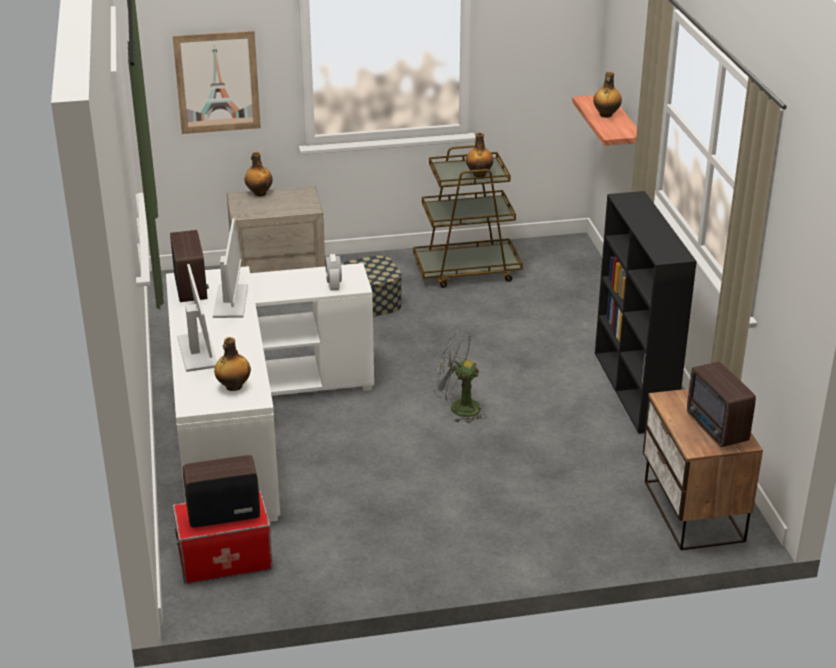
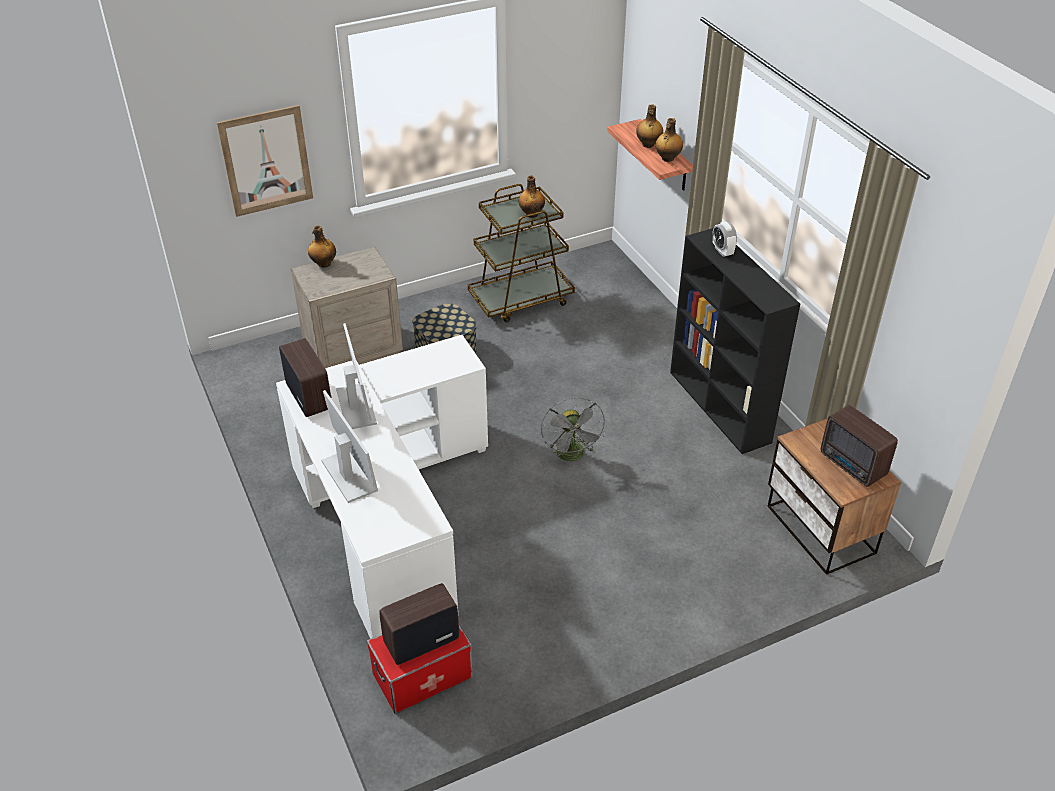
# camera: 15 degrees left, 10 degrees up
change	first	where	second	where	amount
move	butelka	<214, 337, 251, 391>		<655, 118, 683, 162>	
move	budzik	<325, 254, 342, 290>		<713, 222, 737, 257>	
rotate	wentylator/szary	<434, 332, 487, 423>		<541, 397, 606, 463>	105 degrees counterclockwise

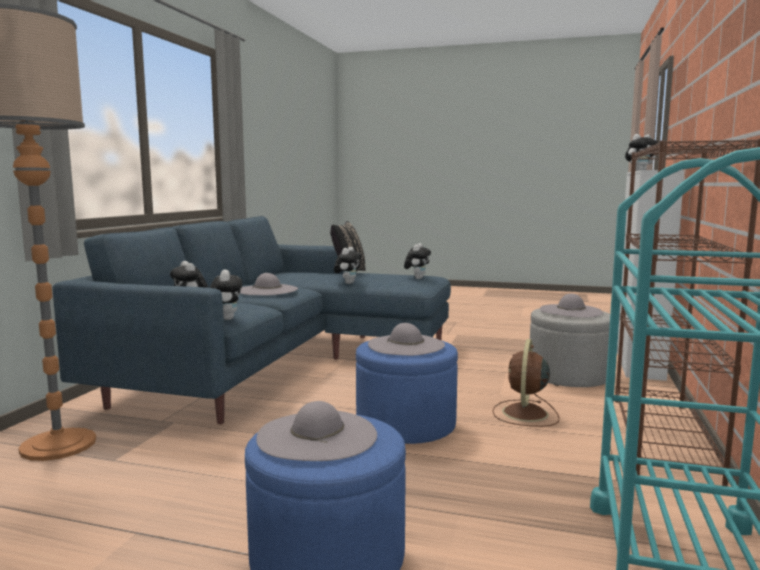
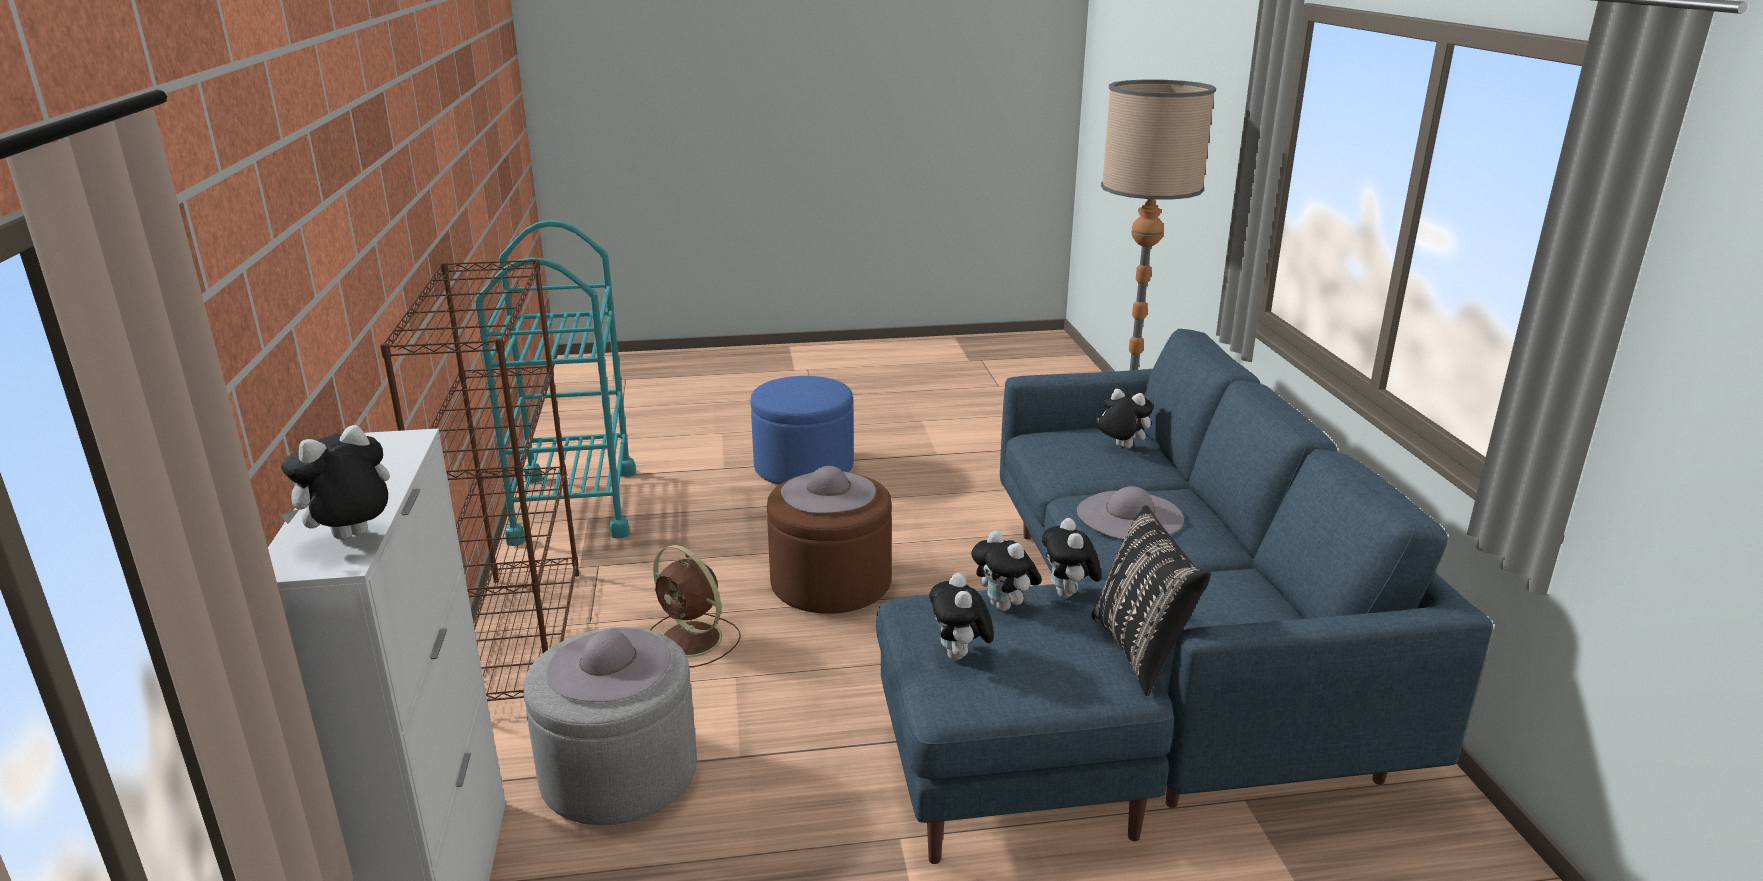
# camera: 155 degrees right, 15 degrees up
change	first	where	second	where	amount
delete	kapelusz/szary	<256, 401, 377, 461>			
move	pluszak	<210, 269, 242, 320>		<971, 530, 1042, 611>	
recolor	pufa/niebieski	<356, 340, 458, 444>	pufa/brązowy	<767, 474, 892, 614>	
rotate	wentylator/brązowy	<493, 339, 559, 427>		<650, 545, 741, 667>	135 degrees clockwise

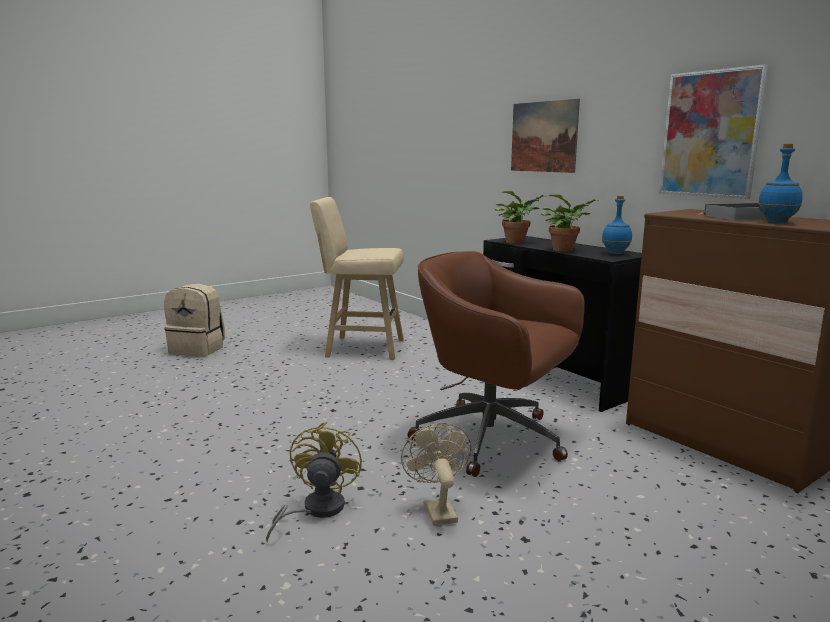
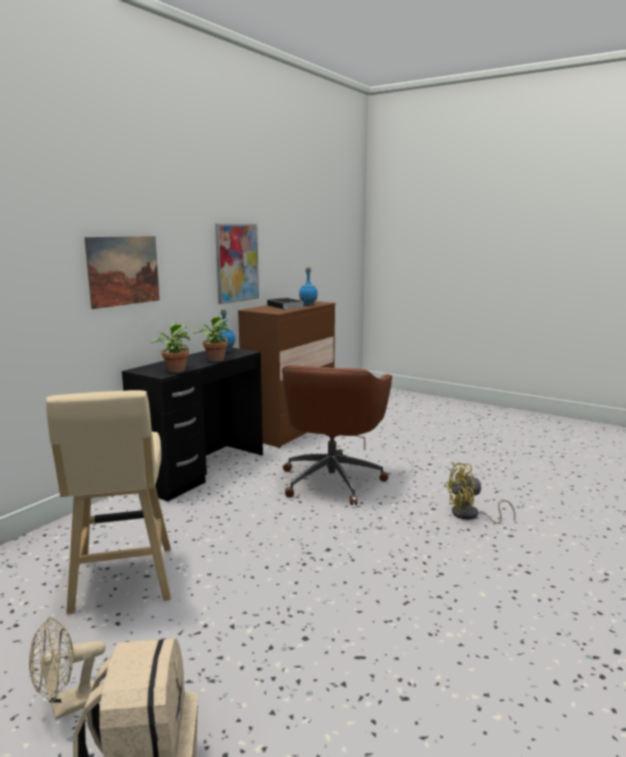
# camera: 110 degrees left, 0 degrees up
change	first	where	second	where	amount
move	wentylator/beżowy	<401, 423, 471, 526>		<29, 617, 106, 720>	

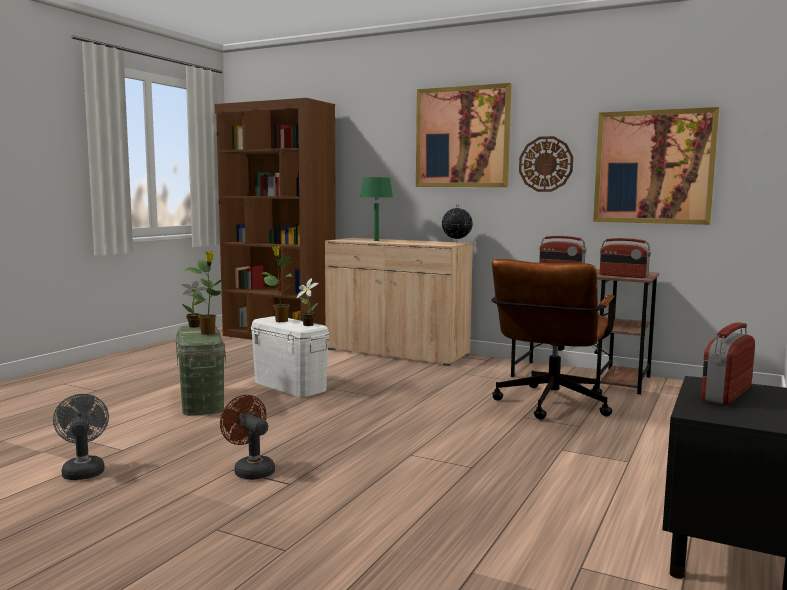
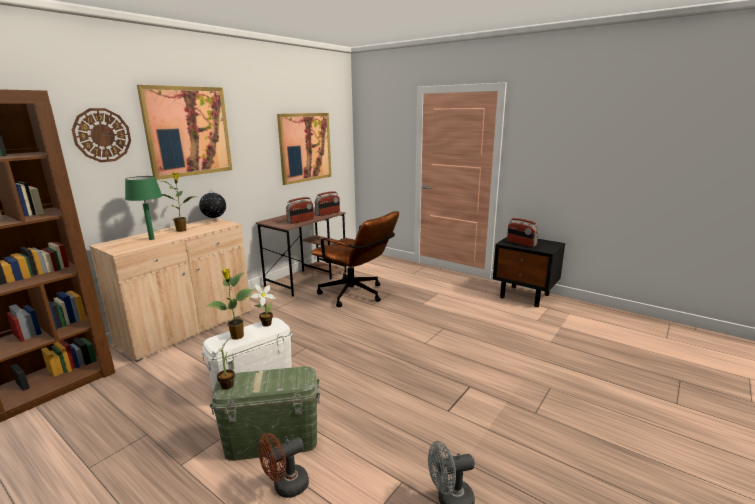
# camera: 80 degrees left, 10 degrees up
change	first	where	second	where	amount
move	roślina doniczkowa	<183, 251, 230, 335>		<162, 173, 194, 232>	
move	wentylator/brązowy	<220, 395, 275, 480>		<258, 433, 309, 498>	
move	zegar ścienny	<519, 136, 573, 192>		<72, 108, 131, 162>	

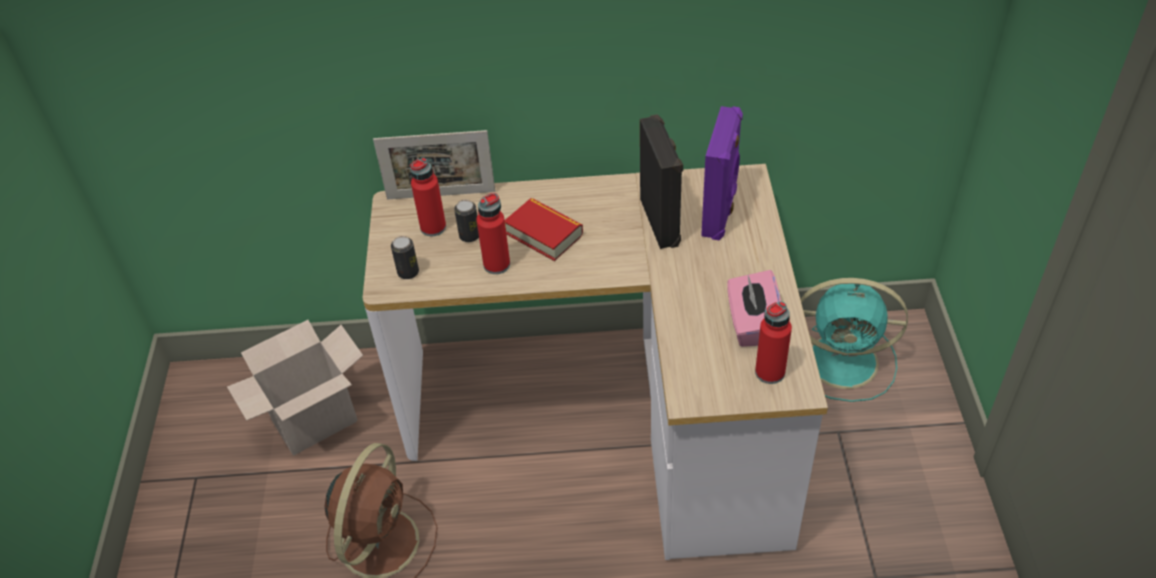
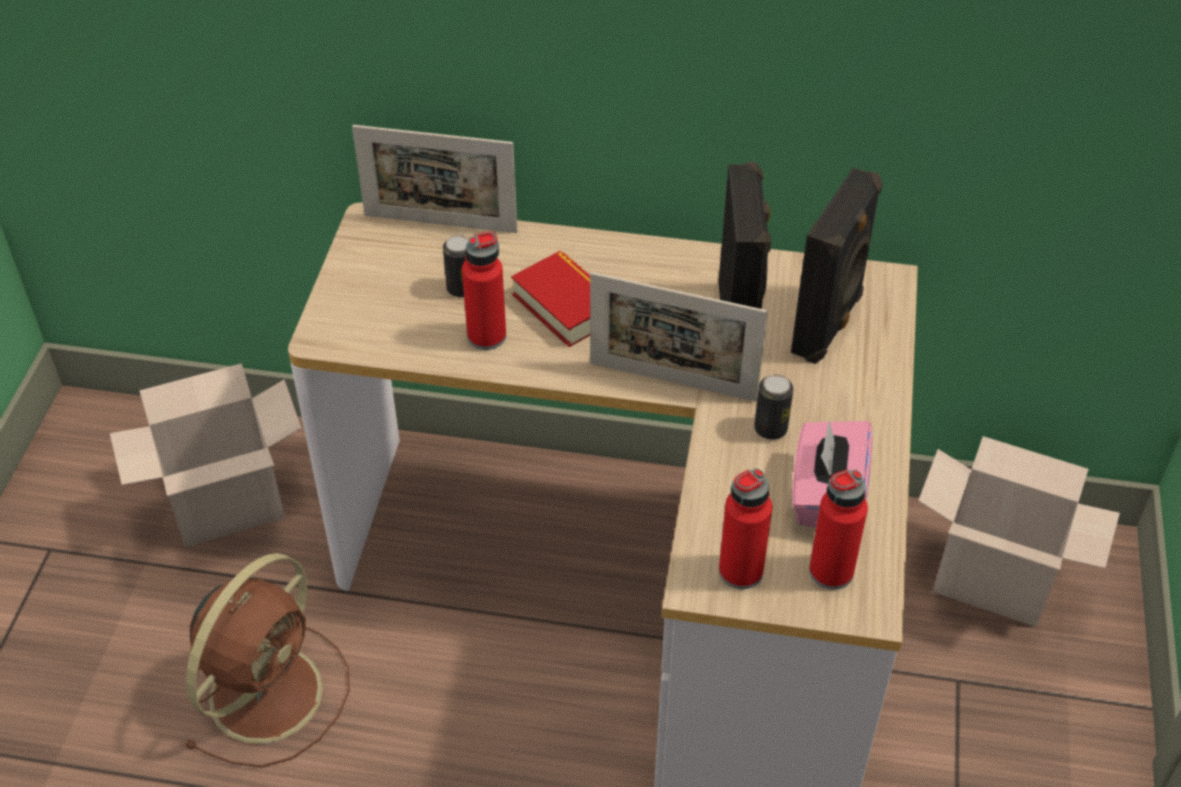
# camera: 10 degrees right, 0 degrees up
change	first	where	second	where	amount
insert			ramka na zdjęcie	<590, 272, 768, 402>	
move	puszka	<391, 236, 419, 279>		<754, 374, 793, 440>	
move	butelka/czerwony	<410, 157, 446, 236>		<719, 468, 772, 589>	
replace	wentylator/turkusowy	<800, 278, 908, 402>	karton	<918, 436, 1120, 627>	
recolor	głośnik/fioletowy	<701, 106, 743, 240>	głośnik/czarny	<791, 168, 882, 364>	

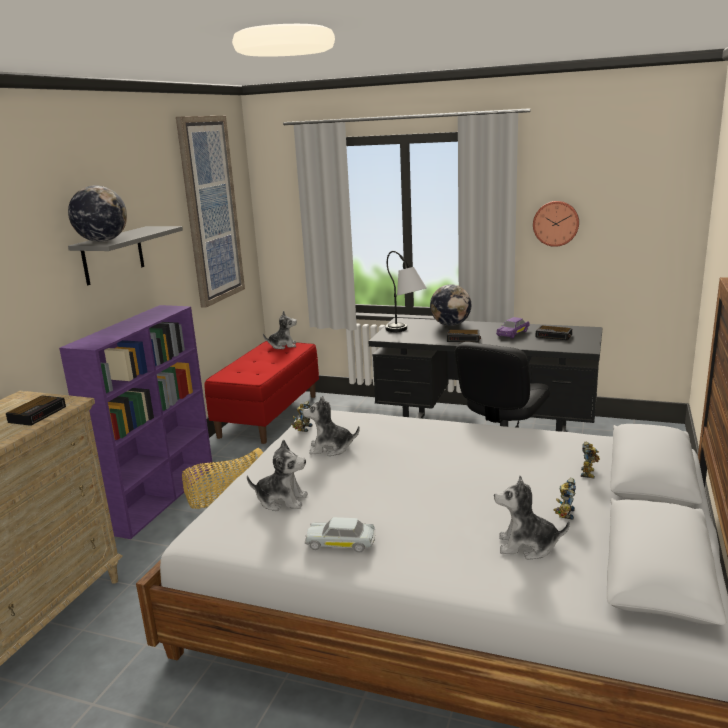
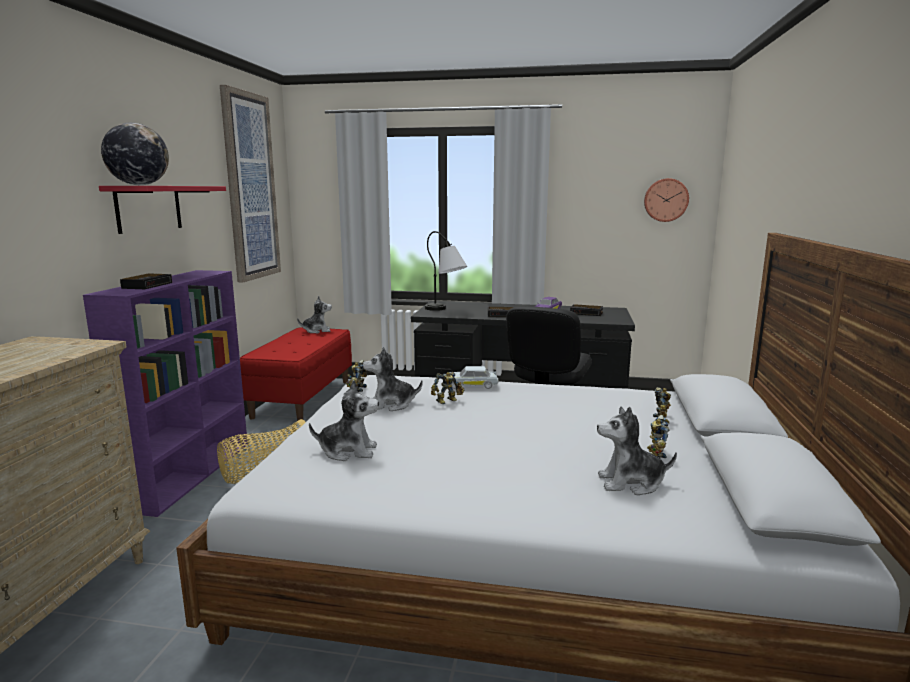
# camera: 10 degrees left, 5 degrees down
change	first	where	second	where	amount
delete	globus	<430, 284, 471, 326>			
insert			robot zabawkowy	<431, 372, 464, 404>	
move	budzik	<6, 395, 66, 426>		<120, 273, 172, 289>	
move	samochodzik/biały	<305, 517, 375, 553>		<449, 366, 498, 389>	
move	zegar ścienny	<533, 201, 579, 247>		<644, 178, 689, 222>	
recolor	półka/szary	<68, 226, 183, 285>	półka/czerwony	<99, 186, 226, 234>	

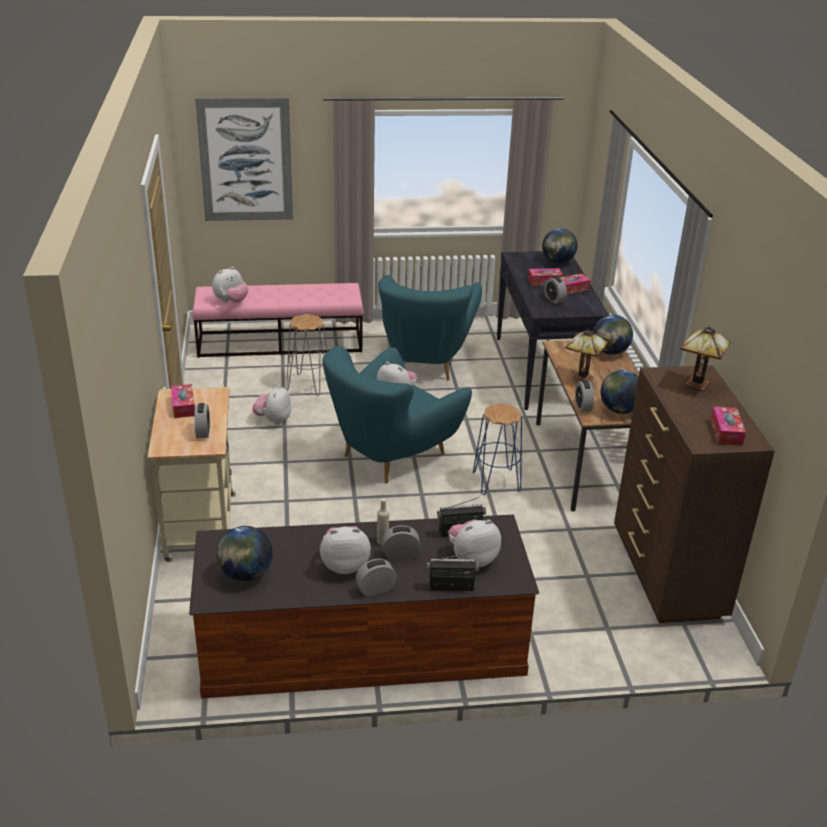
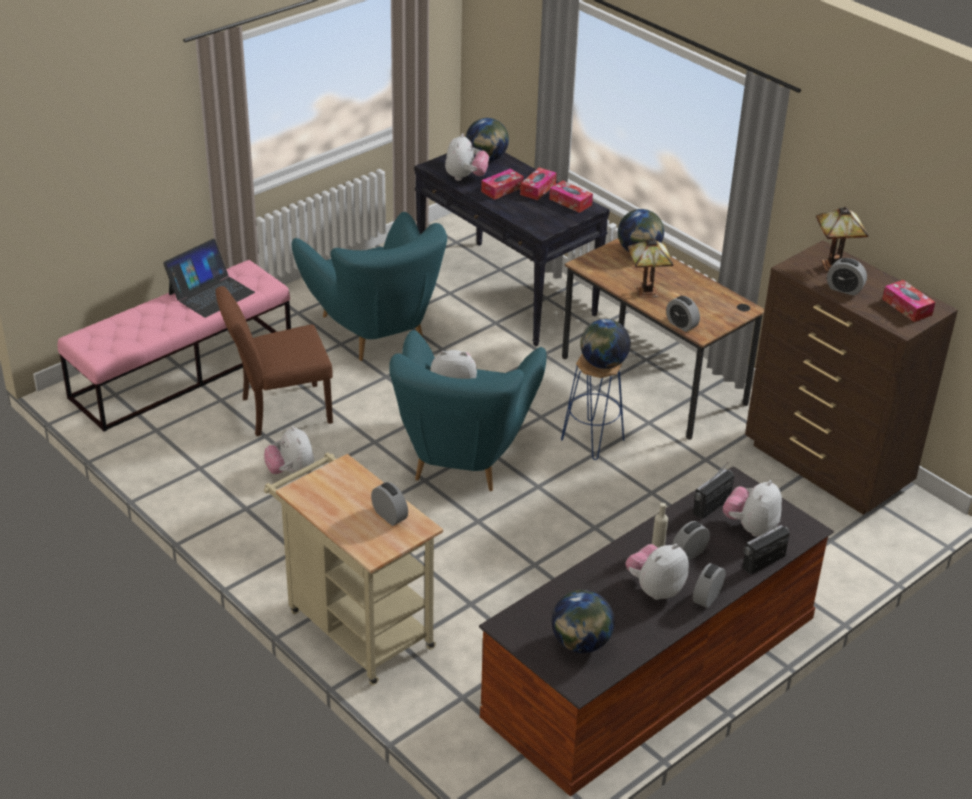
# camera: 35 degrees left, 5 degrees up
change	first	where	second	where	amount
delete	obraz	<195, 98, 293, 221>			
insert			laptop	<163, 239, 255, 318>	
move	pudełko chusteczek	<171, 384, 195, 418>		<549, 180, 593, 213>	
move	pluszak	<212, 267, 248, 303>		<445, 133, 489, 181>	
move	budzik	<544, 276, 567, 304>		<827, 258, 867, 296>	
move	globus	<600, 370, 639, 414>		<580, 319, 631, 369>	
replace	stołek/szary	<286, 314, 327, 396>	krzesło/brązowy	<216, 286, 333, 436>	

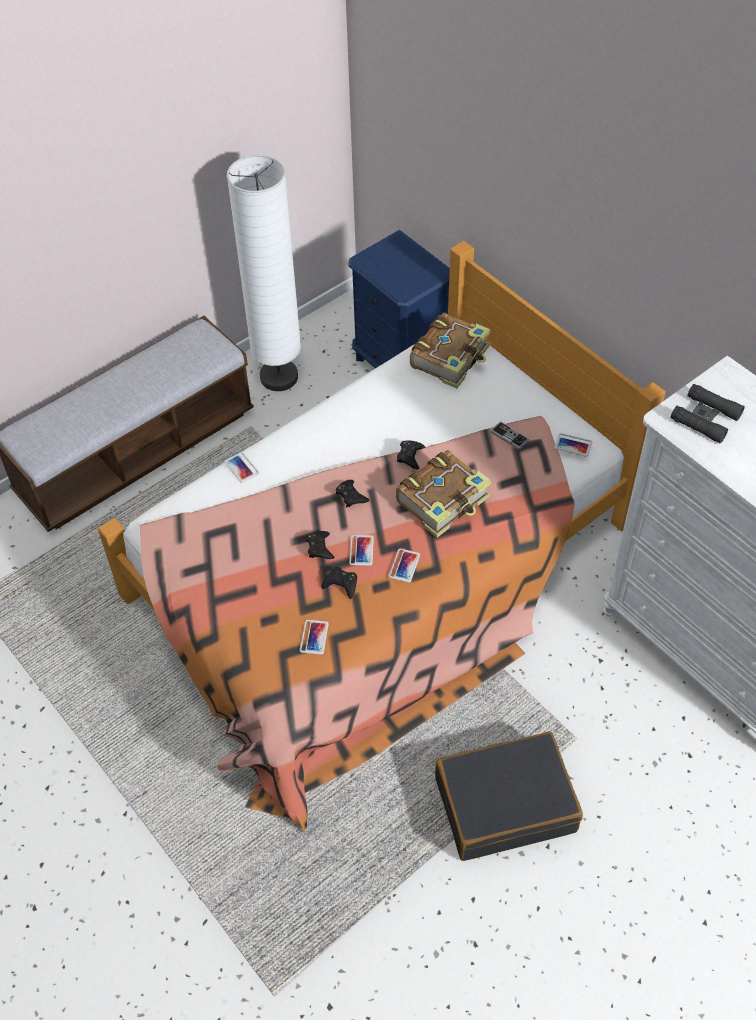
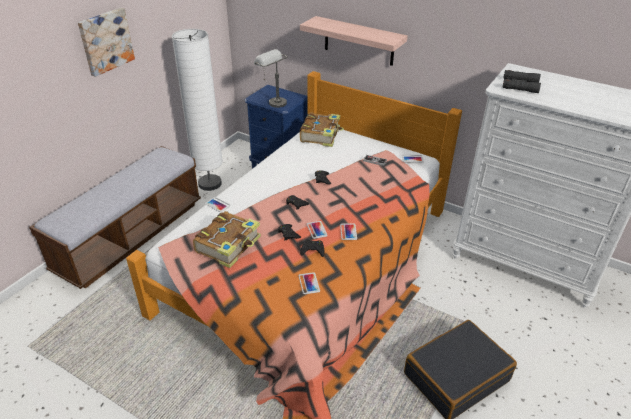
# camera: 20 degrees left, 15 degrees down
change	first	where	second	where	amount
insert			obraz	<78, 8, 135, 77>	
insert			lampa stołowa/szary	<254, 49, 288, 108>	
insert			półka	<300, 16, 408, 66>	
move	książka	<396, 450, 491, 538>		<193, 211, 261, 268>	

